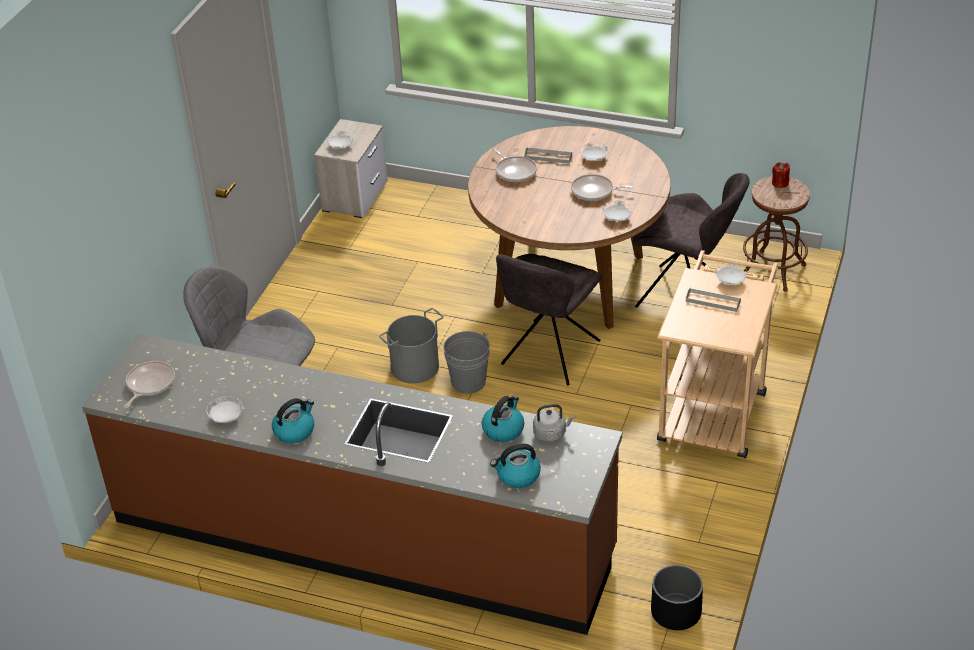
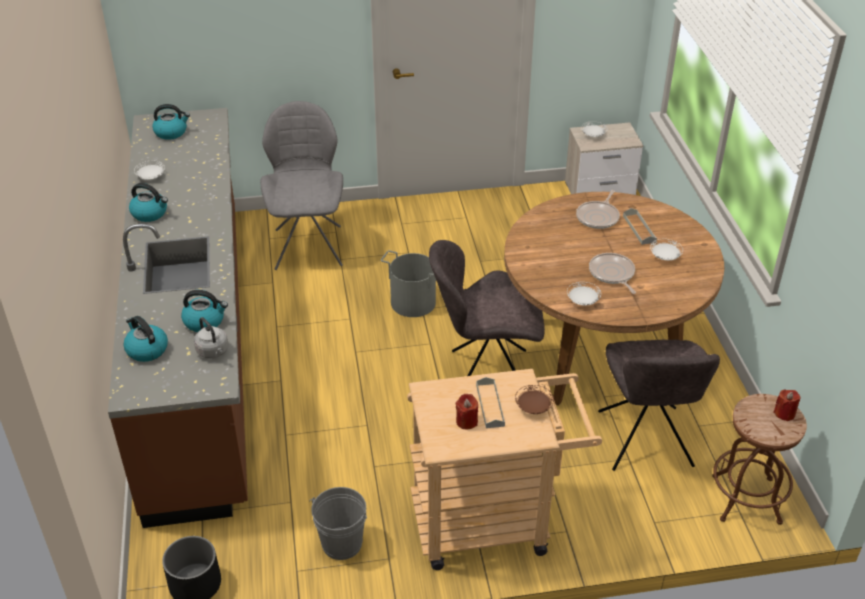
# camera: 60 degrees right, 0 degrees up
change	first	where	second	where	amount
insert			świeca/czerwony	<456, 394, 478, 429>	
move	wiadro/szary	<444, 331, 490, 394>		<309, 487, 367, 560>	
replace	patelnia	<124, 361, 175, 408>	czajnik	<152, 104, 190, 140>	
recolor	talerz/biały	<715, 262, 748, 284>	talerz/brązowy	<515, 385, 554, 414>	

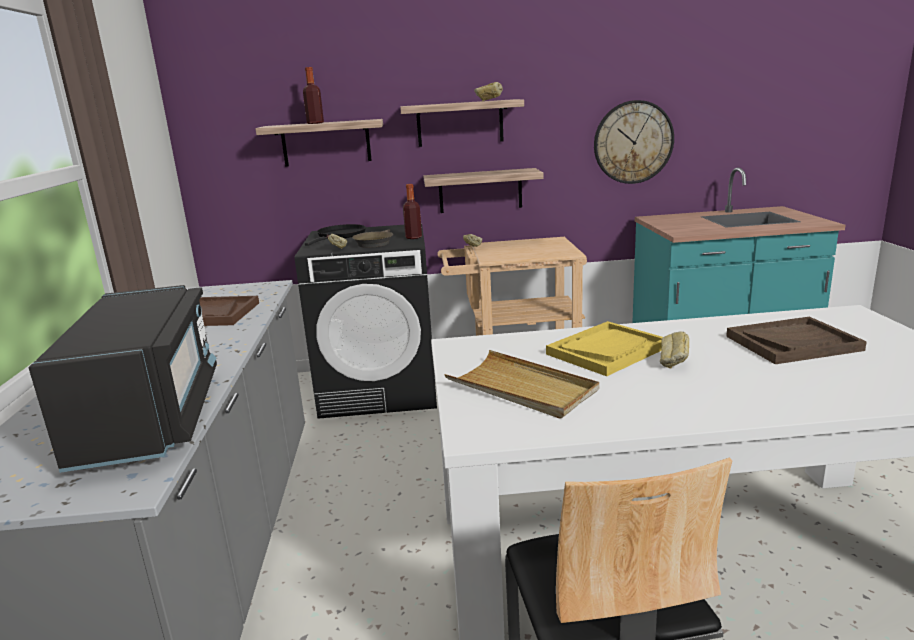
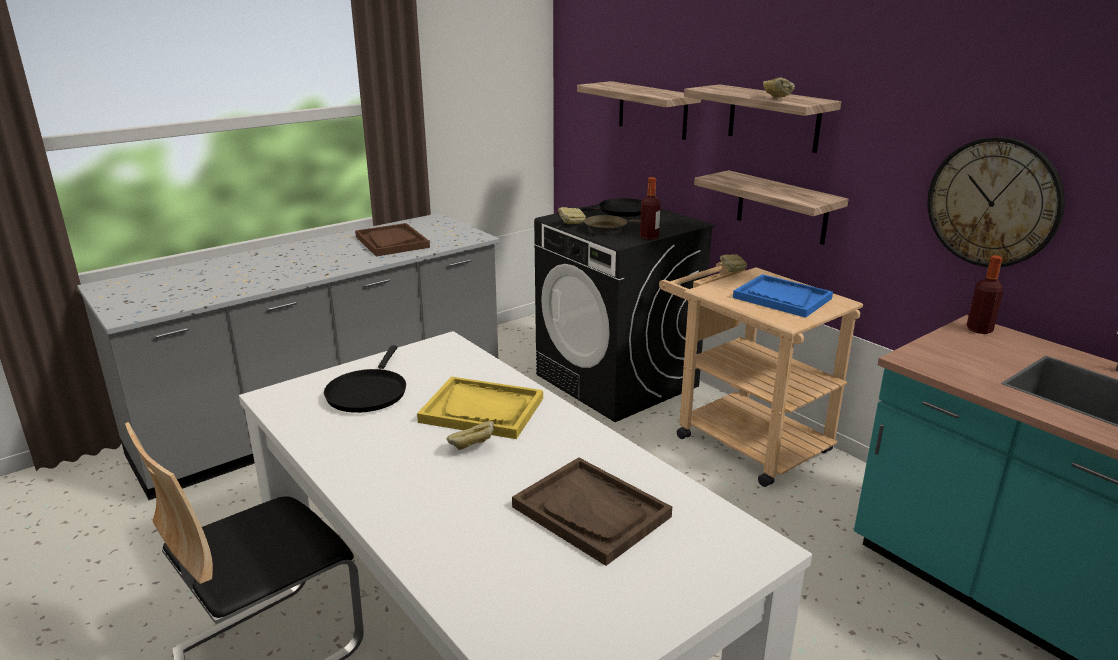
# camera: 55 degrees right, 5 degrees up
change	first	where	second	where	amount
delete	mikrofalówka/czarny	<29, 285, 217, 473>			
insert			taca/niebieski	<733, 274, 833, 318>	
move	butelka	<303, 67, 324, 124>		<967, 255, 1003, 334>	
replace	taca/beżowy	<444, 350, 599, 419>	patelnia/czarny	<324, 345, 406, 413>	

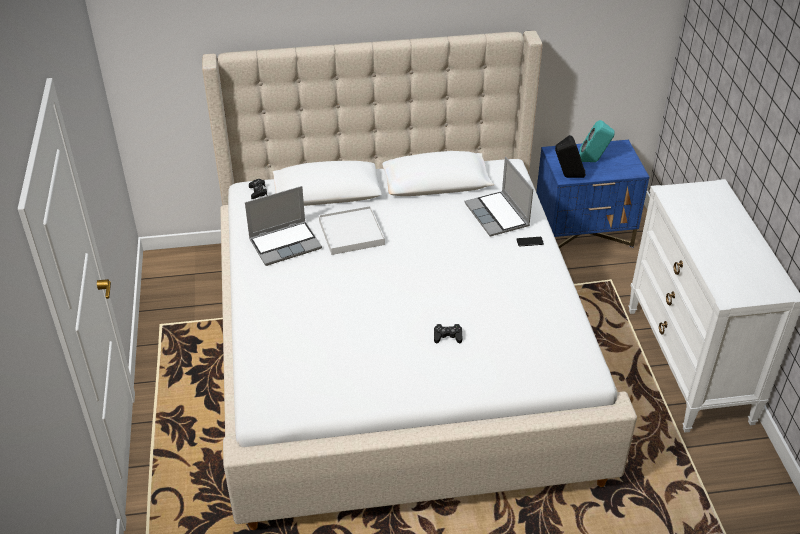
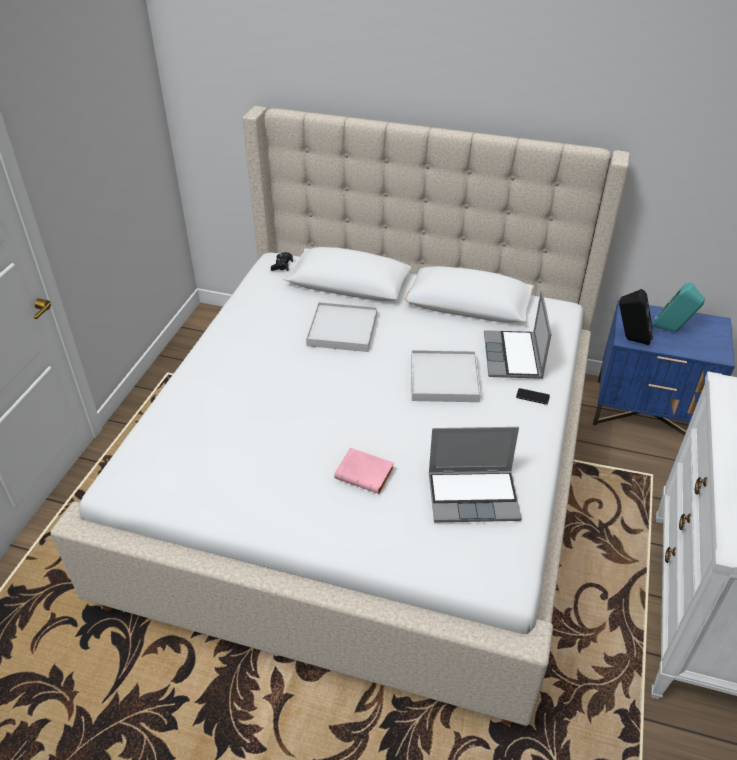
# camera: 25 degrees right, 0 degrees up
change	first	where	second	where	amount
insert			taca/biały	<411, 350, 481, 402>	
move	laptop	<245, 186, 322, 266>		<429, 427, 522, 522>	
replace	pad do gier/czarny	<434, 324, 462, 343>	książka/różowy	<334, 448, 394, 494>	

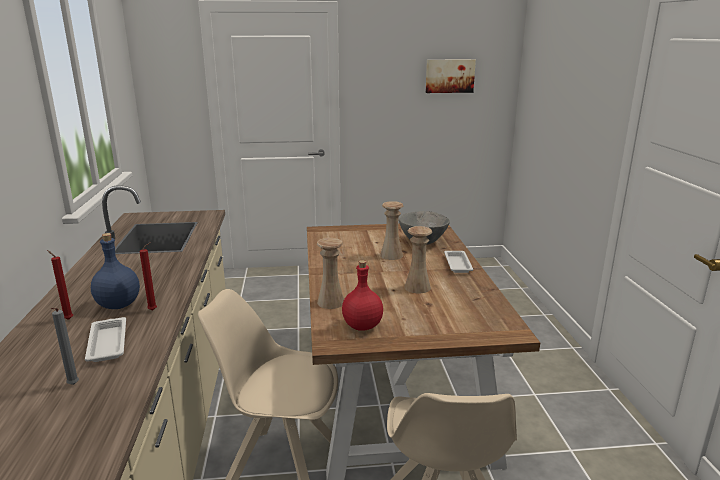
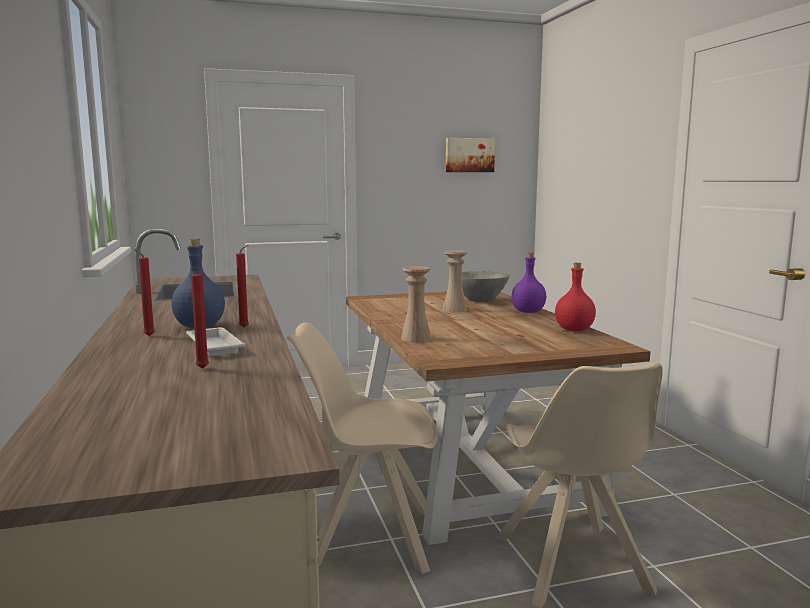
# camera: 10 degrees left, 10 degrees down
change	first	where	second	where	amount
delete	wazon/beżowy	<404, 226, 432, 293>			
move	butelka/czerwony	<342, 260, 383, 331>		<555, 263, 596, 331>	
replace	taca/biały	<444, 251, 473, 273>	butelka/fioletowy	<511, 253, 546, 313>	
recolor	świeca/szary	<51, 308, 79, 385>	świeca/czerwony	<191, 265, 209, 369>	

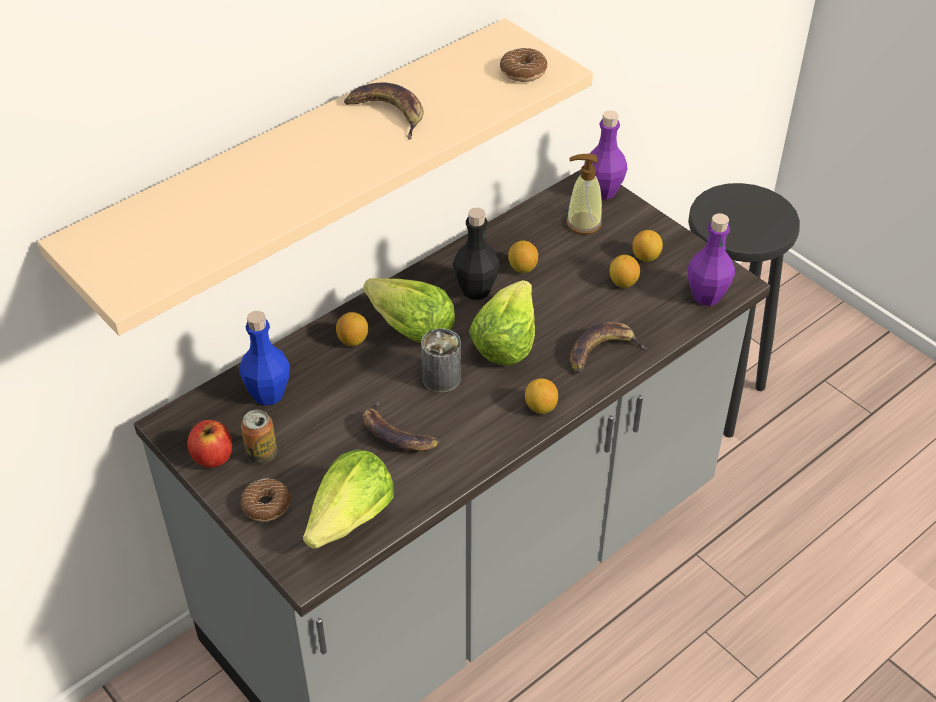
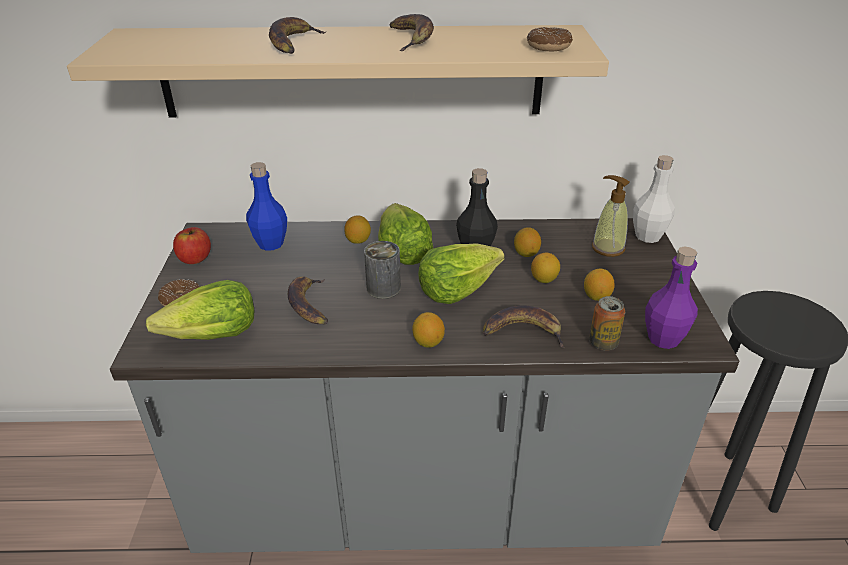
# camera: 40 degrees right, 10 degrees down
change	first	where	second	where	amount
insert			banan	<269, 17, 327, 54>	
move	puszka	<241, 410, 278, 464>		<589, 296, 625, 350>	
move	cytryna	<632, 230, 663, 262>		<531, 252, 560, 283>	
recolor	butelka/fioletowy	<584, 110, 627, 200>	butelka/biały	<633, 155, 675, 243>	

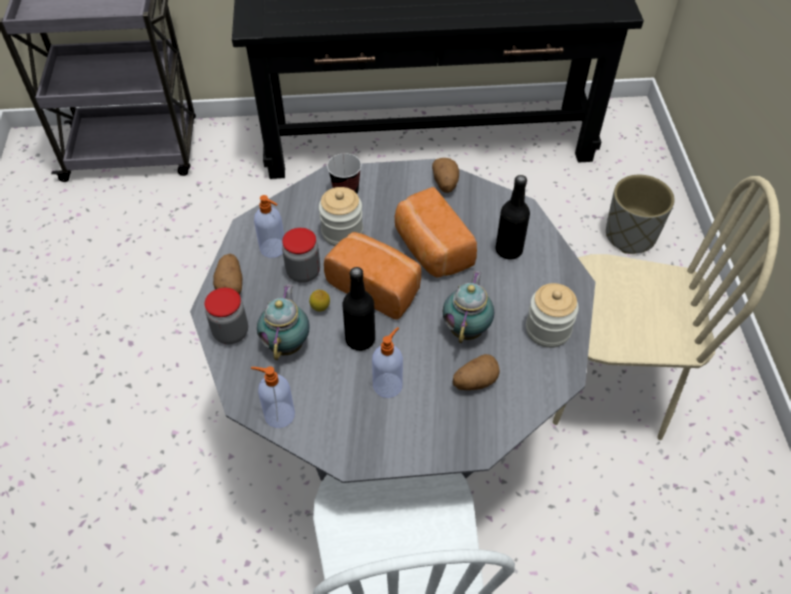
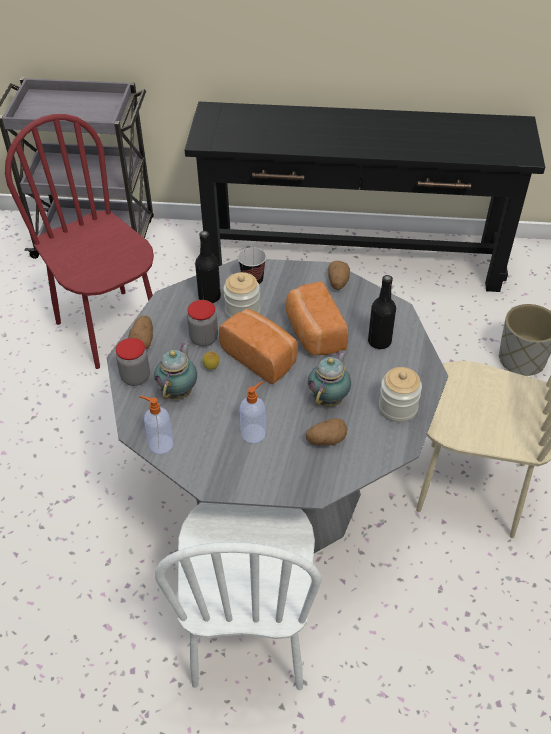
# camera: 10 degrees right, 5 degrees down
change	first	where	second	where	amount
delete	dozownik mydła	<254, 195, 284, 258>			
insert			krzesło/czerwony	<5, 114, 154, 369>	
move	butelka/czarny	<343, 267, 375, 351>		<195, 231, 221, 303>	

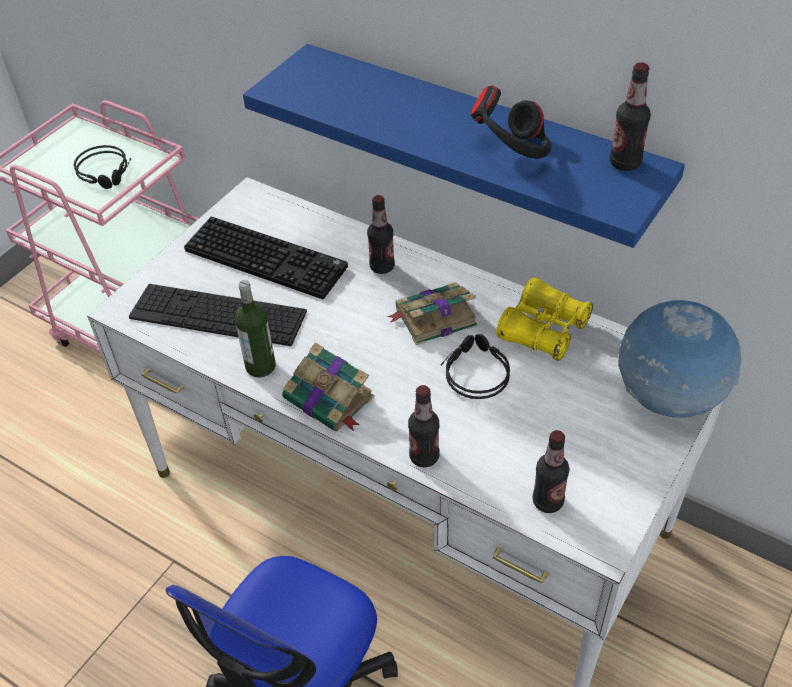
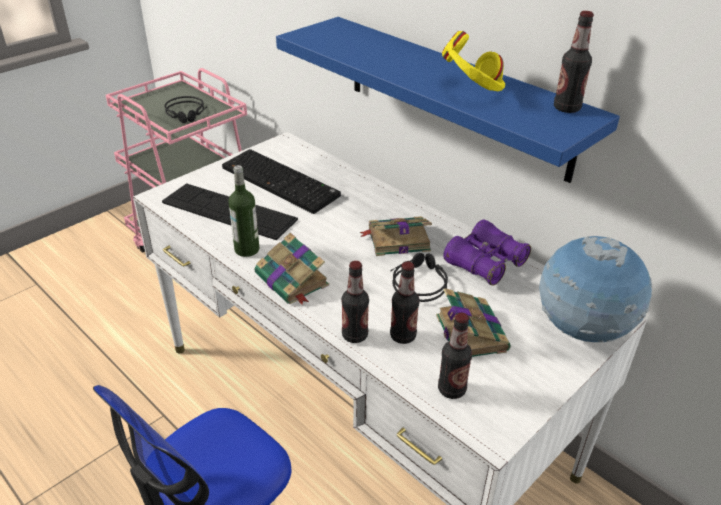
# camera: 10 degrees right, 10 degrees down
change	first	where	second	where	amount
insert			książka	<436, 288, 511, 357>	
move	butelka	<367, 195, 395, 274>		<390, 261, 420, 344>	
recolor	słuchawki/czarny	<471, 86, 552, 159>	słuchawki/żółty	<442, 31, 505, 91>	
recolor	lornetka/żółty	<496, 277, 593, 361>	lornetka/fioletowy	<443, 219, 531, 285>	

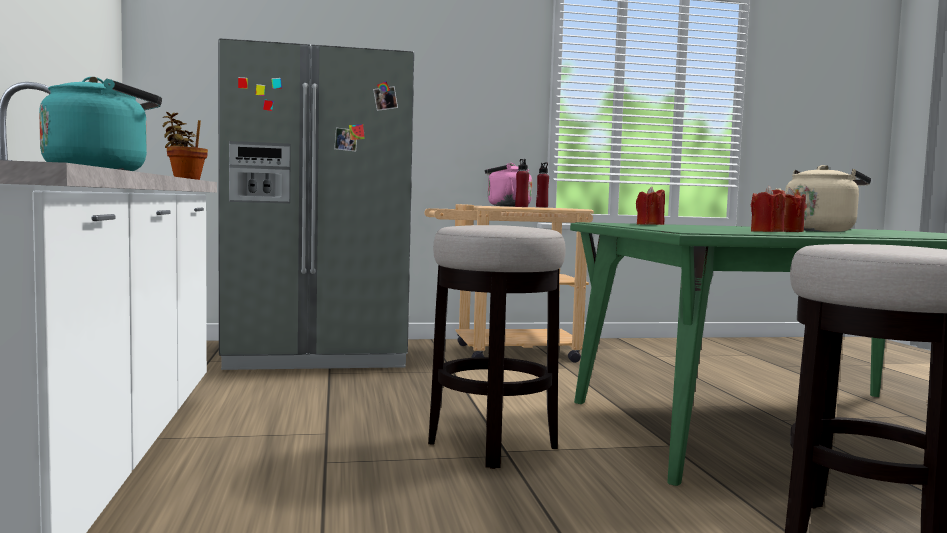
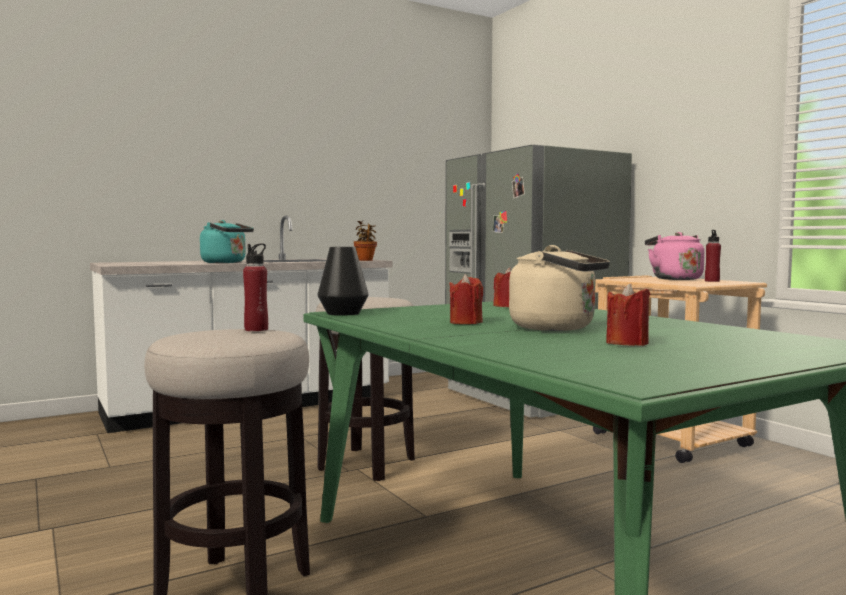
# camera: 70 degrees right, 0 degrees up
change	first	where	second	where	amount
insert			wazon/czarny	<318, 247, 368, 316>	
move	butelka/czerwony	<515, 159, 529, 207>		<243, 244, 268, 331>	
move	świeca/czerwony	<751, 186, 786, 232>		<606, 283, 650, 346>	

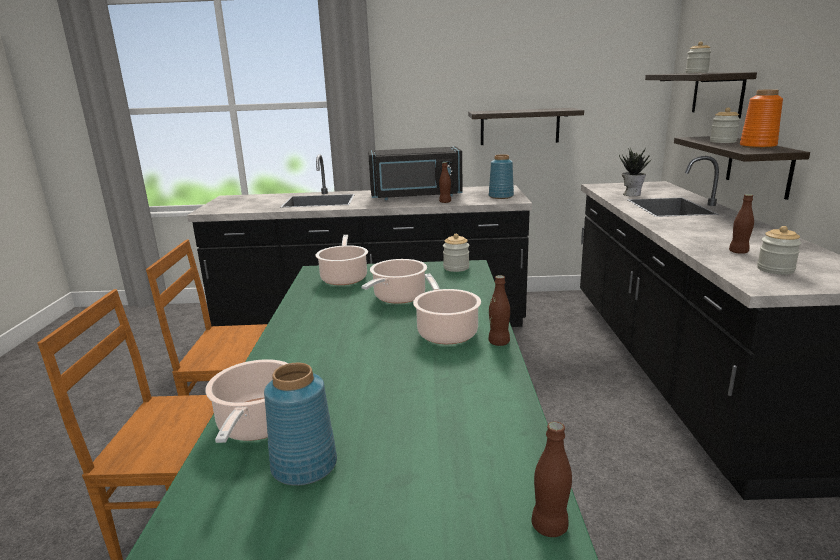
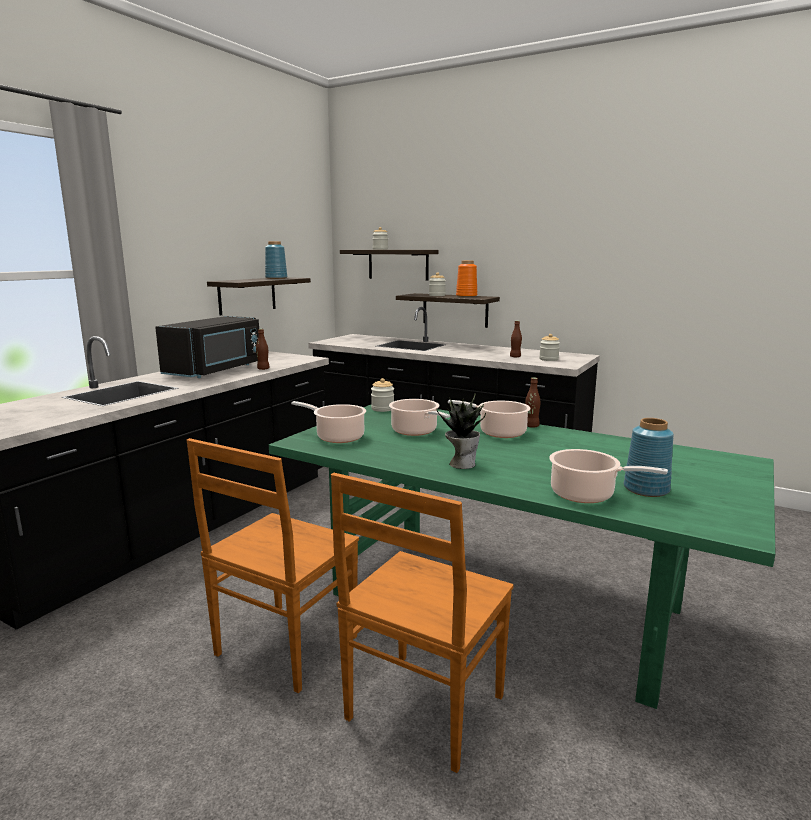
# camera: 60 degrees left, 5 degrees down
change	first	where	second	where	amount
delete	butelka/brązowy	<532, 422, 572, 537>			
move	wazon/niebieski	<489, 154, 514, 199>		<265, 241, 287, 279>	
move	roślina doniczkowa	<619, 147, 653, 196>		<437, 394, 486, 469>	

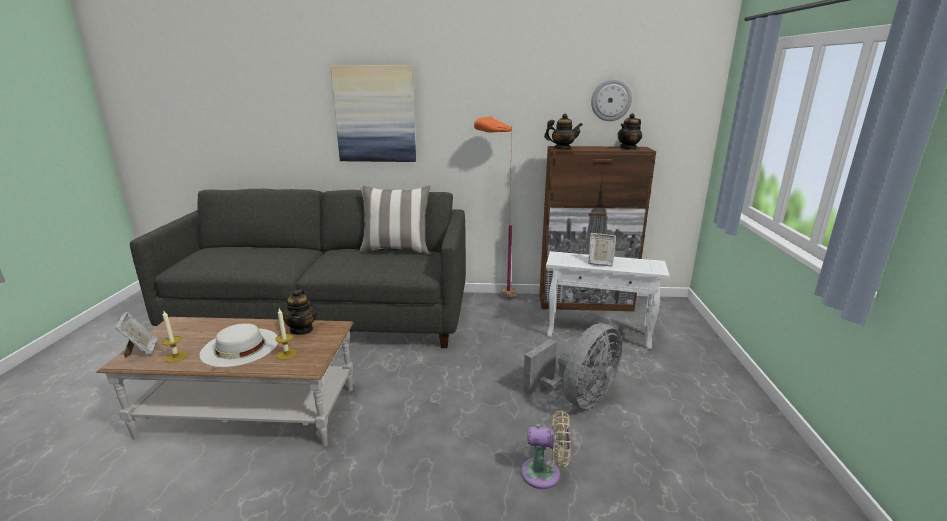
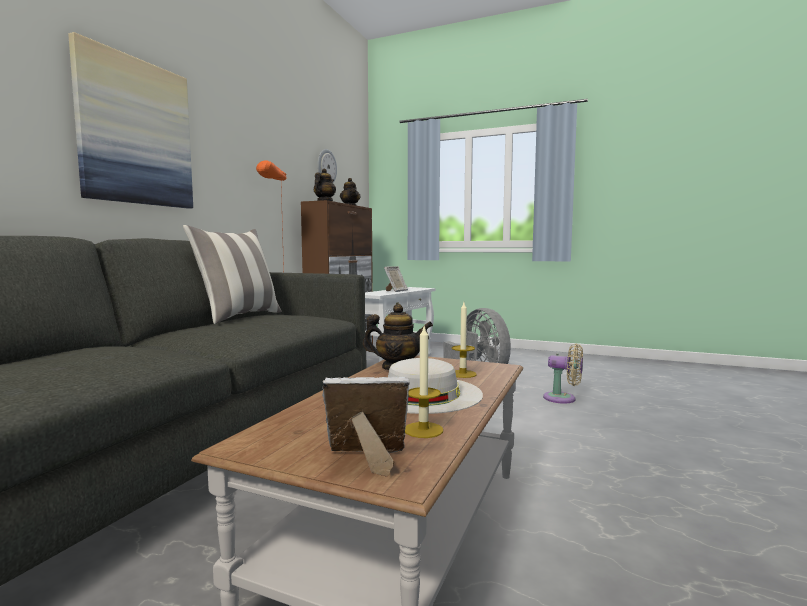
# camera: 70 degrees left, 15 degrees down
change	first	where	second	where	amount
rotate	wentylator/beżowy	<521, 410, 571, 489>		<543, 343, 583, 404>	90 degrees clockwise

